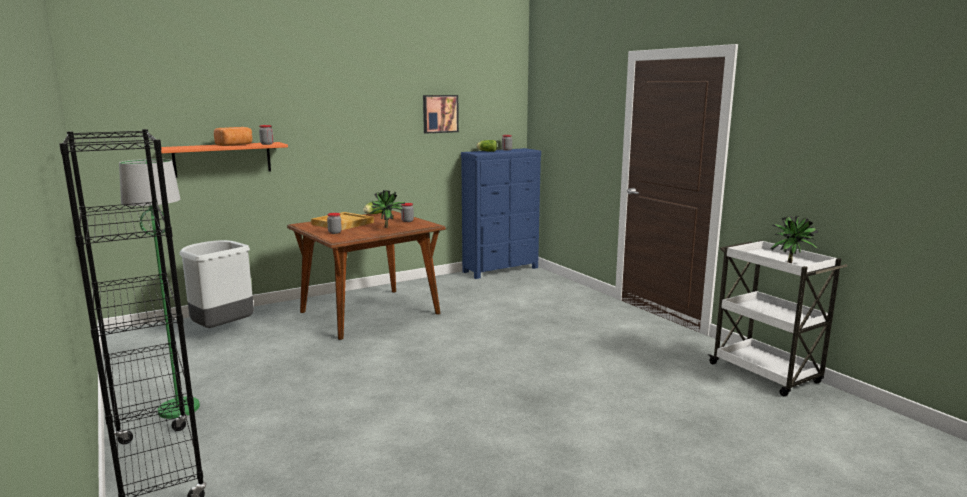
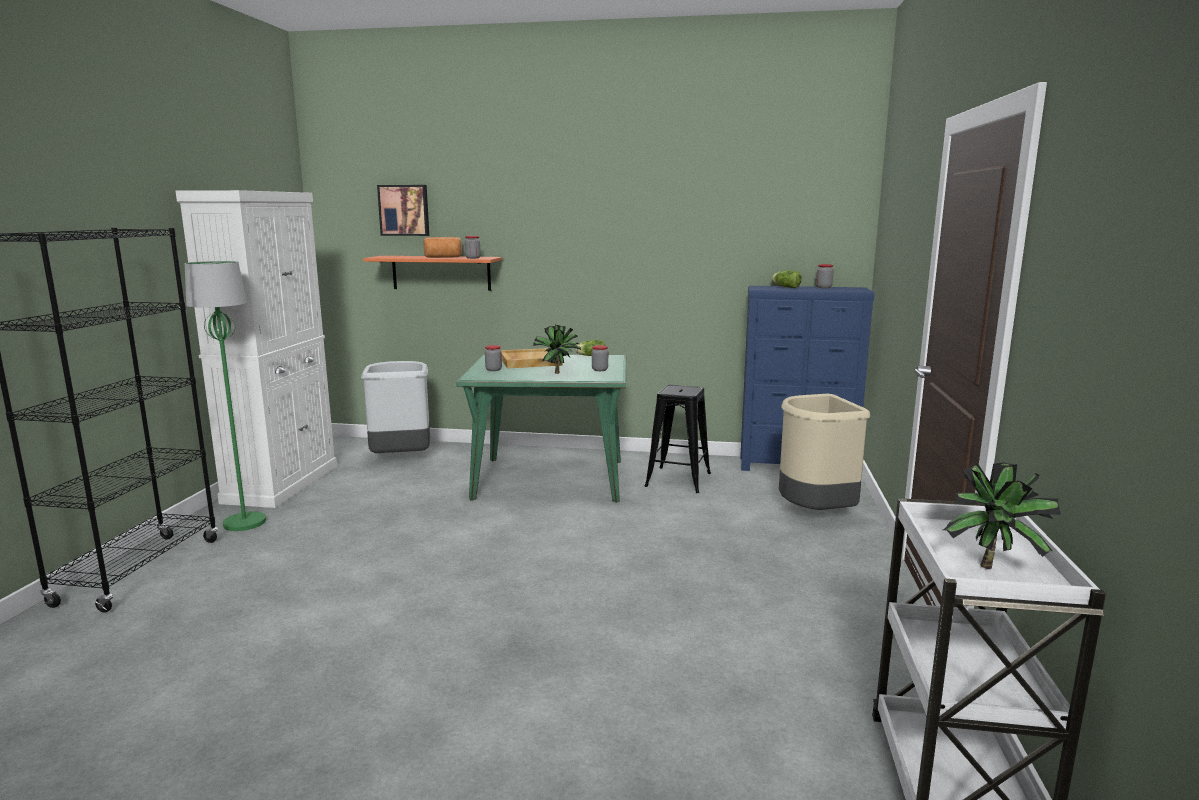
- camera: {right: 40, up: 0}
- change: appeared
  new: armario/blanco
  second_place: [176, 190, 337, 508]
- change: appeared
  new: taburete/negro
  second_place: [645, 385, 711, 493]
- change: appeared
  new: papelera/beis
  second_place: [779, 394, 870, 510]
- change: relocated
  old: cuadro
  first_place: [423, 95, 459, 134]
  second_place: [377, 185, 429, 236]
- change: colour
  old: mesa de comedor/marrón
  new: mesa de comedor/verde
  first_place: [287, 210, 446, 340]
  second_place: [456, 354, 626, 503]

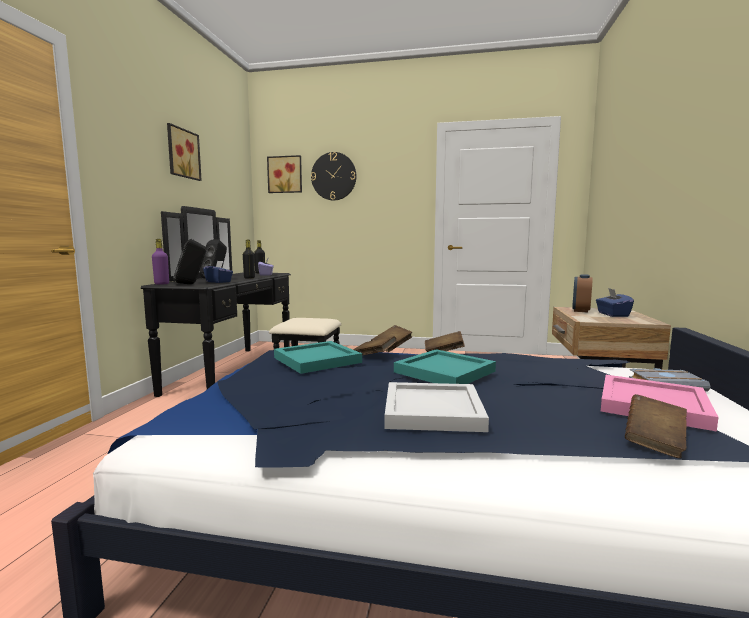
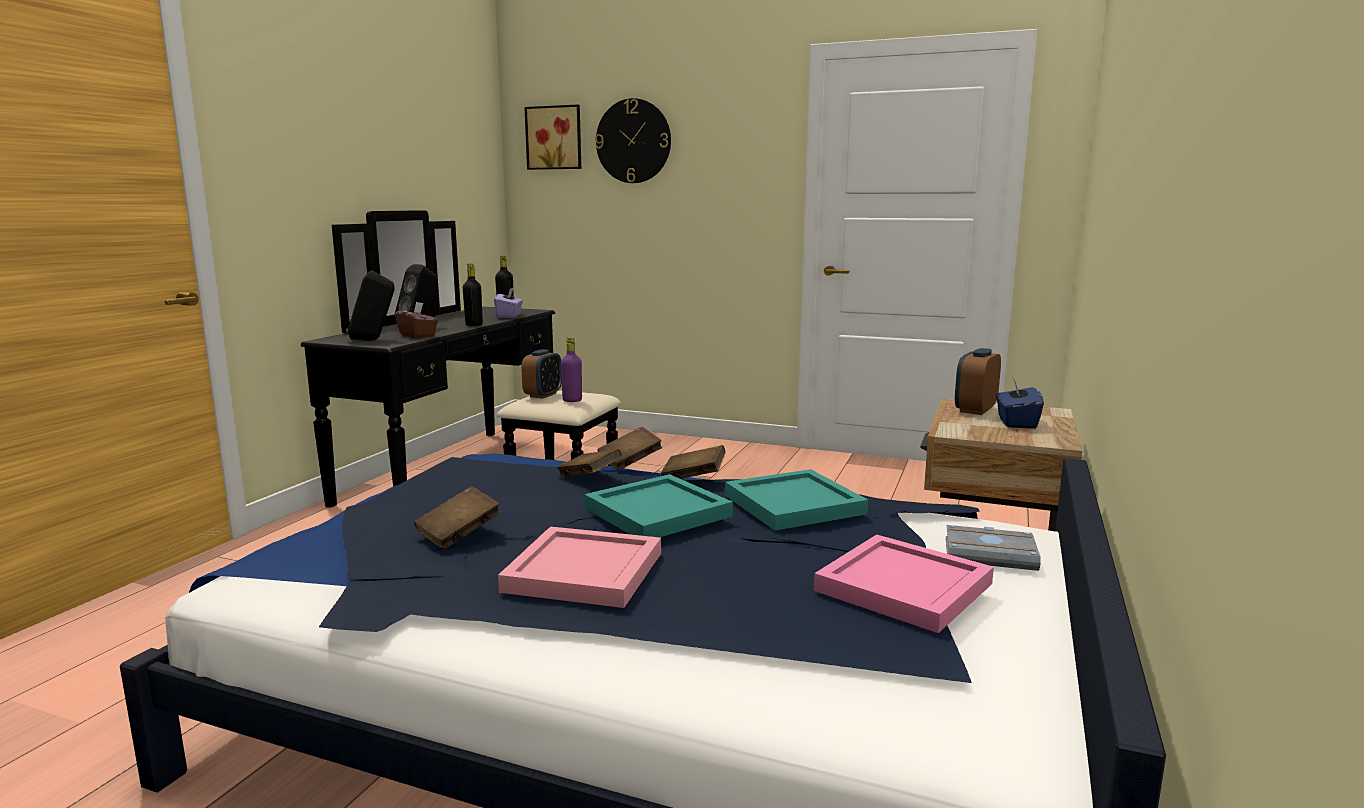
- camera: {right: 10, up: 5}
- change: missing
  old: cuadro
  first_place: [167, 123, 202, 181]
- change: appeared
  new: despertador
  second_place: [521, 349, 562, 399]
- change: relocated
  old: botella/morado
  first_place: [152, 239, 169, 285]
  second_place: [561, 337, 582, 402]
- change: relocated
  old: bandeja/turquesa
  first_place: [274, 341, 362, 374]
  second_place: [725, 469, 868, 530]
- change: relocated
  old: libro/marrón
  first_place: [625, 394, 687, 458]
  second_place: [414, 486, 501, 549]
- change: colour
  old: caja de pañuelos/azul
  new: caja de pañuelos/marrón
  first_place: [203, 261, 233, 283]
  second_place: [395, 301, 438, 338]
- change: colour
  old: bandeja/blanco
  new: bandeja/rosa
  first_place: [385, 382, 489, 432]
  second_place: [498, 526, 661, 608]

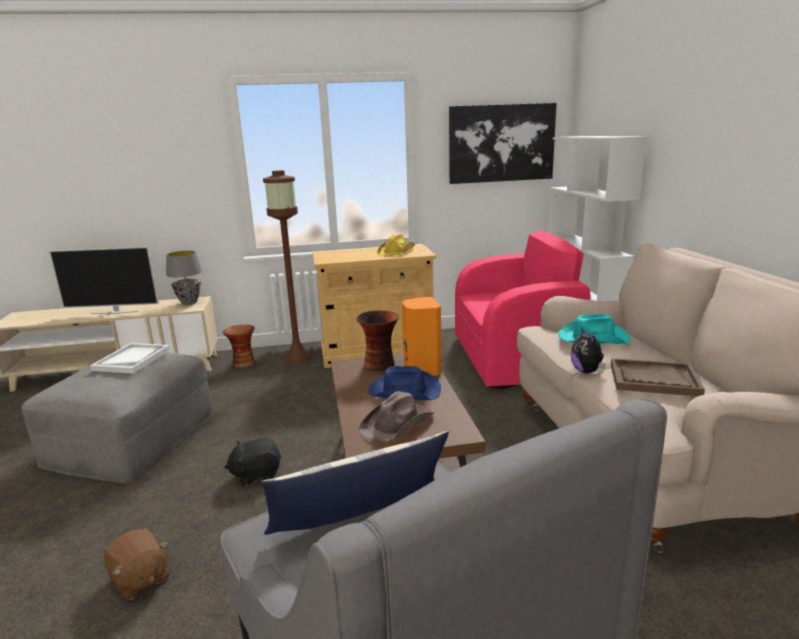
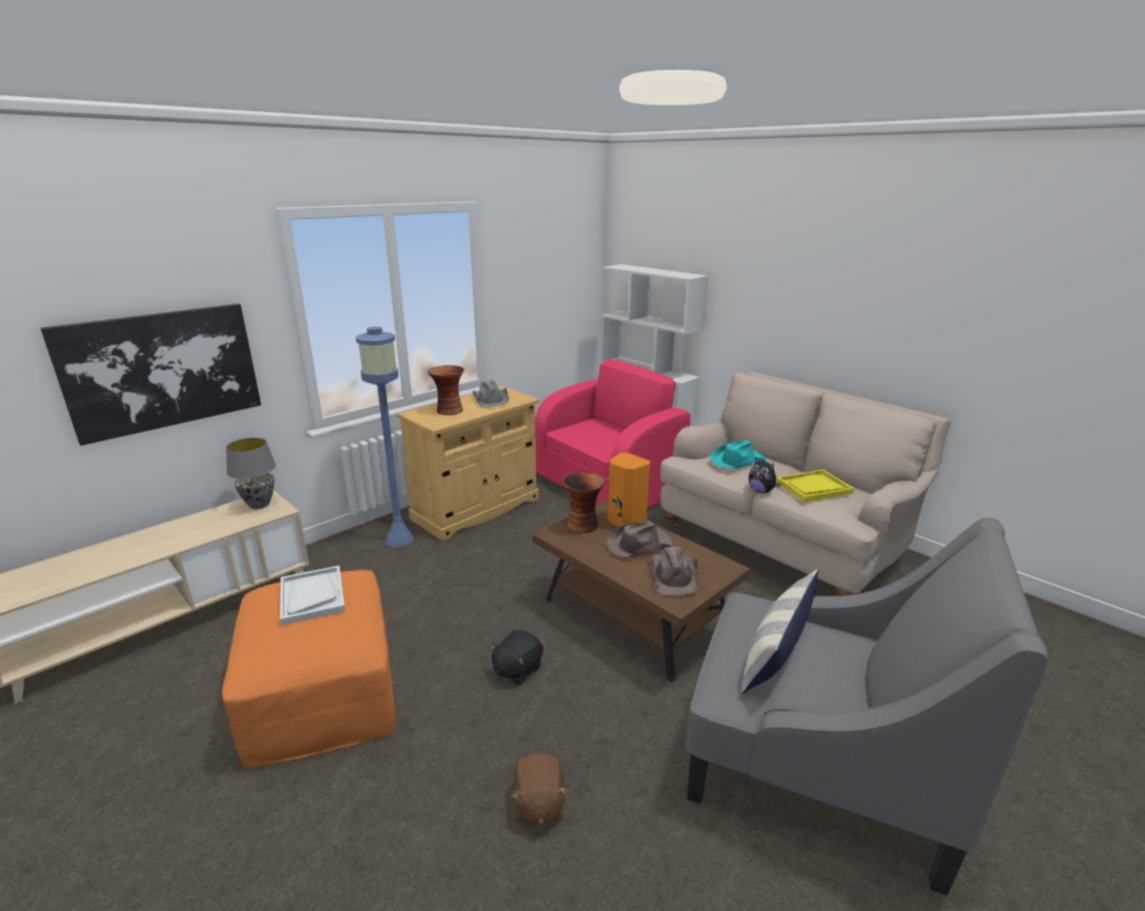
- camera: {right: -35, up: 5}
- change: missing
  old: televisor
  first_place: [49, 247, 159, 314]
- change: relocated
  old: florero
  first_place: [223, 324, 255, 368]
  second_place: [428, 365, 464, 415]
- change: relocated
  old: cuadro
  first_place: [449, 103, 556, 184]
  second_place: [40, 304, 261, 446]
- change: colour
  old: puf/gris
  new: puf/naranja
  first_place: [21, 352, 212, 483]
  second_place: [222, 570, 396, 768]
- change: colour
  old: lámpara de pie/marrón
  new: lámpara de pie/azul
  first_place: [263, 170, 310, 365]
  second_place: [356, 326, 414, 547]
- change: colour
  old: sombrero/azul
  new: sombrero/marrón
  first_place: [368, 366, 441, 400]
  second_place: [606, 521, 673, 558]
- change: colour
  old: sombrero/amarillo
  new: sombrero/gris
  first_place: [377, 234, 415, 255]
  second_place: [473, 380, 509, 408]
- change: colour
  old: bandeja/marrón
  new: bandeja/amarillo
  first_place: [611, 358, 705, 396]
  second_place: [776, 470, 854, 502]
- change: spun
  old: peluche/marrón
  first_place: [104, 528, 169, 601]
  second_place: [511, 753, 569, 826]
  degrees: 75

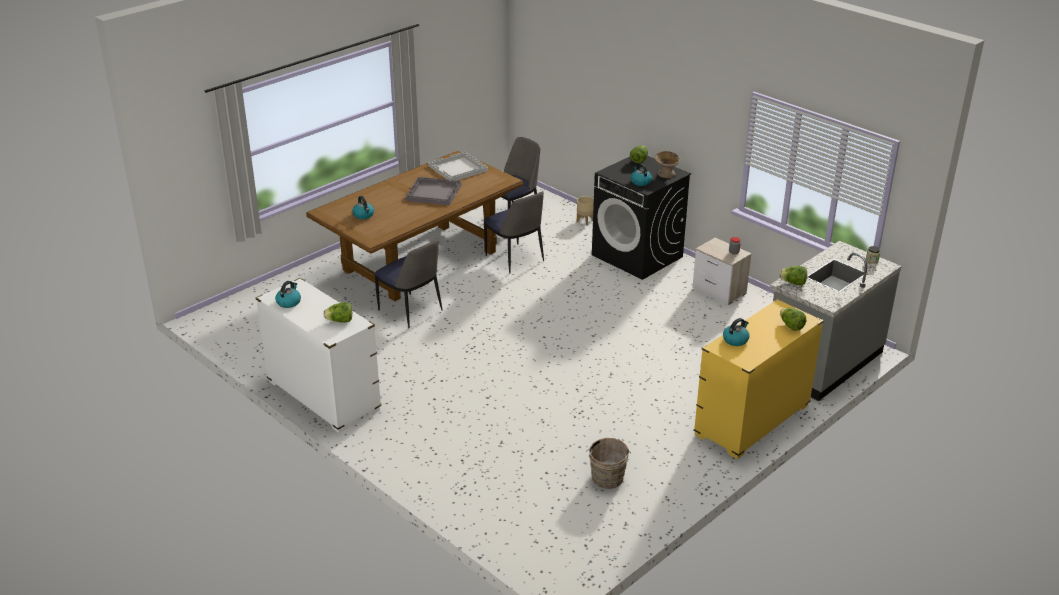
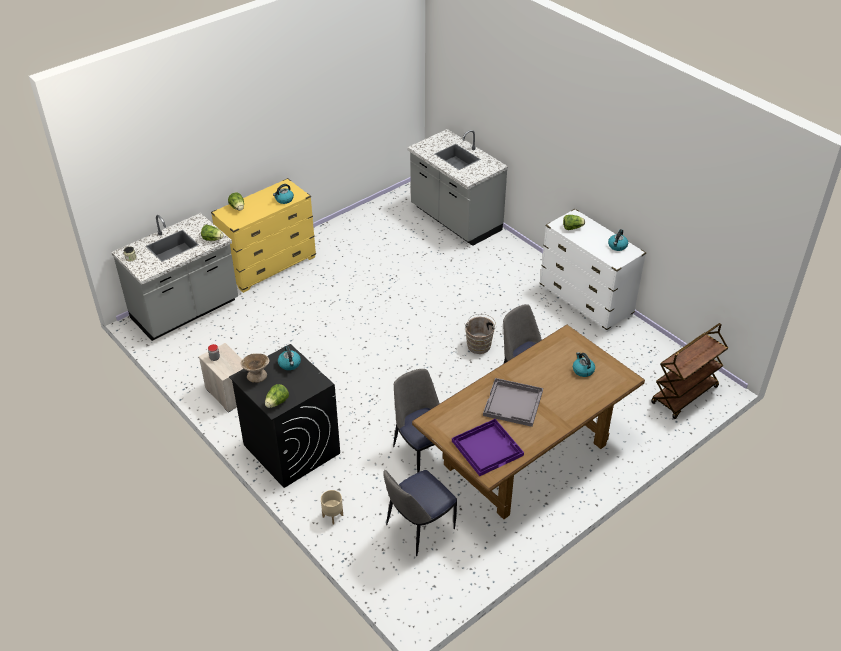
- camera: {right: -175, up: 10}
- change: appeared
  new: mueble bajo de cocina/gris
  second_place: [407, 129, 508, 246]
- change: appeared
  new: carrito/marrón
  second_place: [651, 323, 728, 419]
- change: relocated
  old: cubo/marrón
  first_place: [587, 438, 631, 489]
  second_place: [465, 314, 497, 354]
- change: colour
  old: bandeja/blanco
  new: bandeja/morado
  first_place: [428, 152, 488, 181]
  second_place: [452, 419, 524, 476]

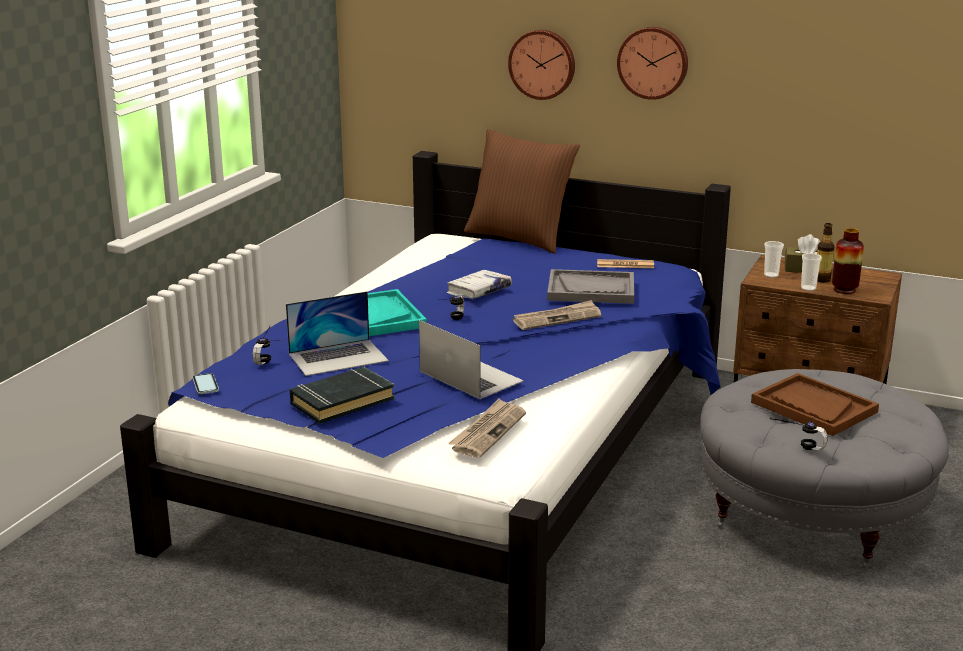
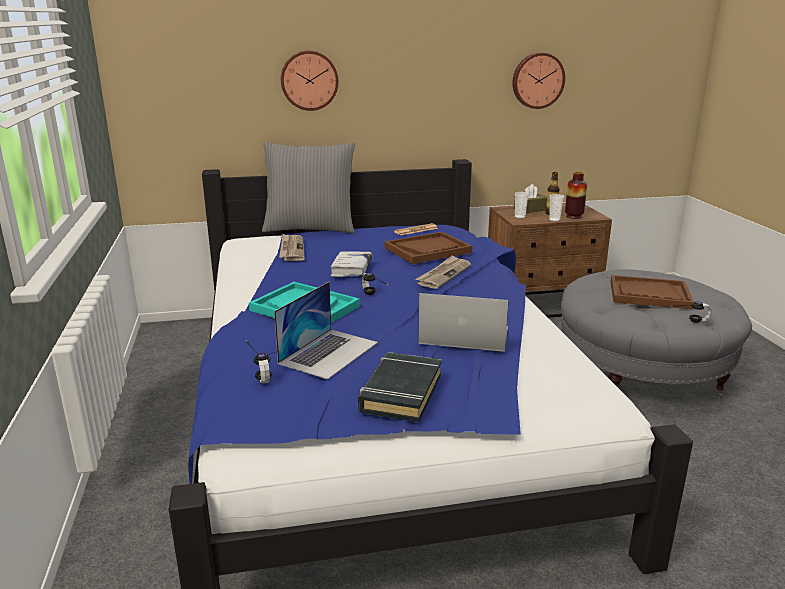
- camera: {right: -35, up: 0}
- change: missing
  old: móvil
  first_place: [192, 373, 219, 394]
- change: relocated
  old: periódico
  first_place: [448, 398, 526, 458]
  second_place: [279, 234, 305, 261]
- change: relocated
  old: reloj de pared
  first_place: [617, 27, 688, 100]
  second_place: [512, 53, 565, 109]
- change: colour
  old: cojín/marrón
  new: cojín/gris
  first_place: [464, 129, 580, 254]
  second_place: [262, 142, 355, 233]
- change: colour
  old: bandeja/gris
  new: bandeja/marrón
  first_place: [547, 269, 634, 304]
  second_place: [385, 232, 472, 264]

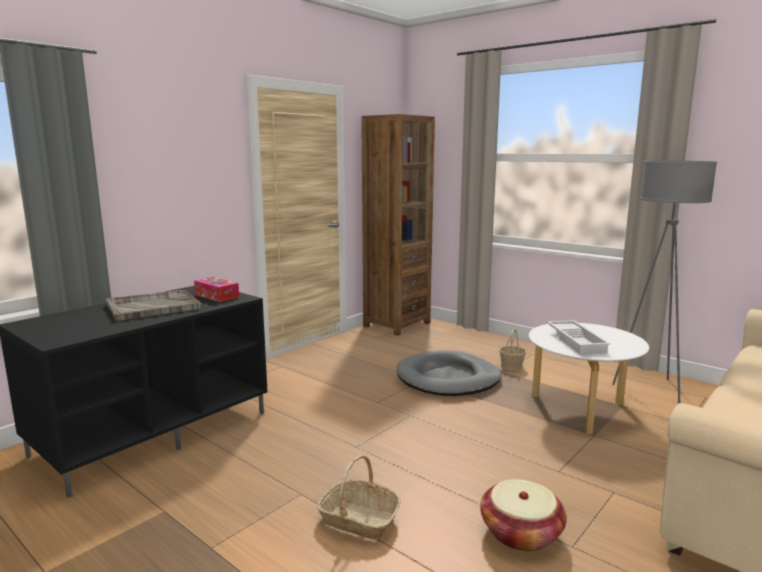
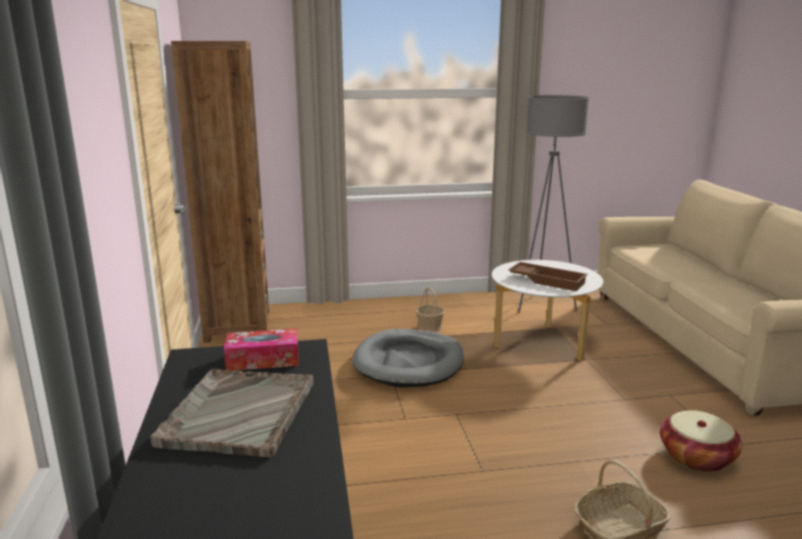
- camera: {right: -50, up: 5}
- change: colour
  old: bandeja/blanco
  new: bandeja/marrón
  first_place: [547, 320, 611, 355]
  second_place: [508, 262, 588, 291]

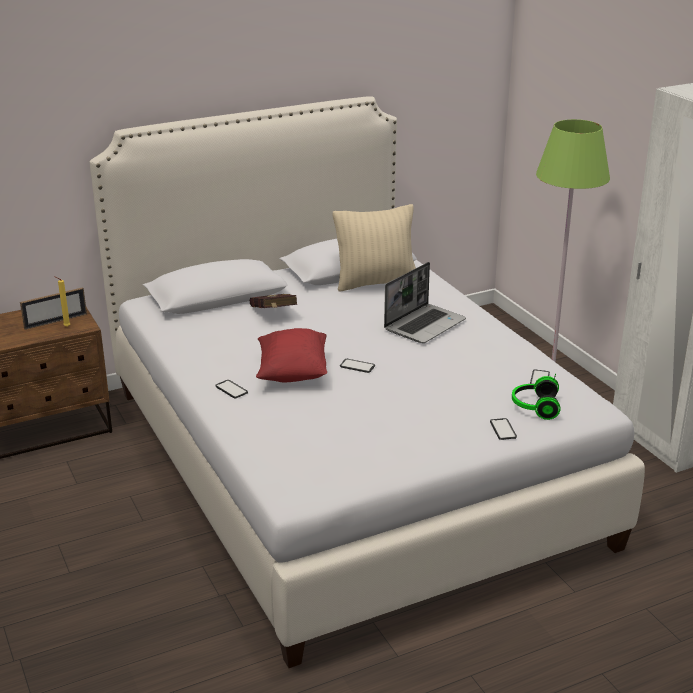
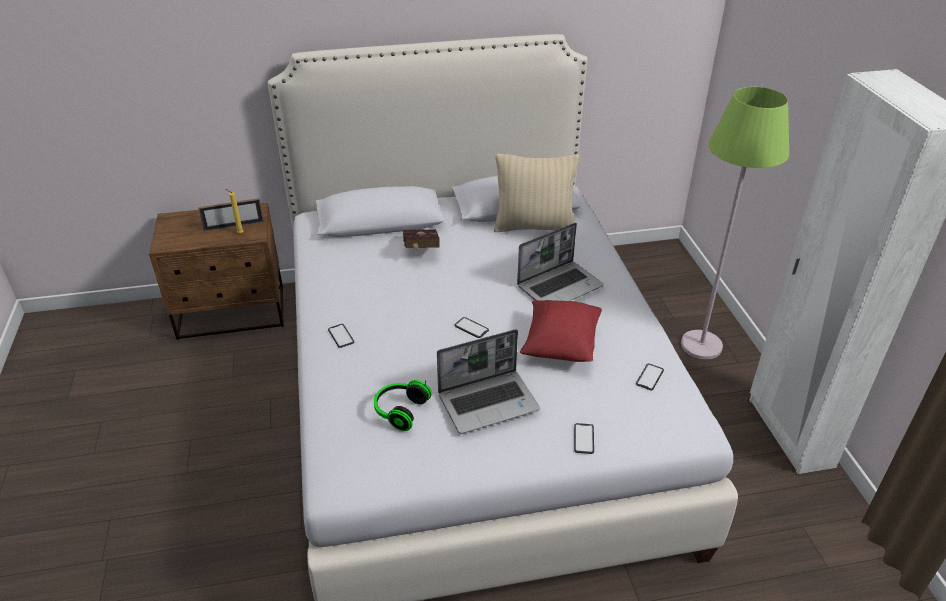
- camera: {right: 15, up: 10}
- change: appeared
  new: portátil
  second_place: [437, 329, 540, 434]
- change: relocated
  old: cojín/rojo
  first_place: [256, 328, 327, 382]
  second_place: [520, 300, 602, 362]
- change: relocated
  old: auriculares
  first_place: [512, 373, 560, 420]
  second_place: [374, 380, 432, 431]

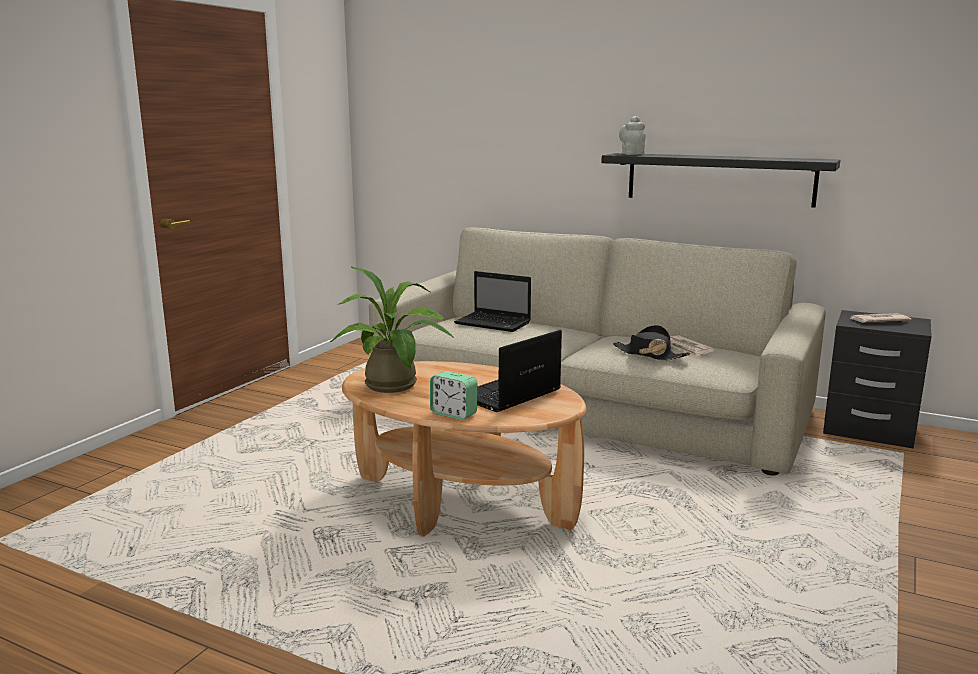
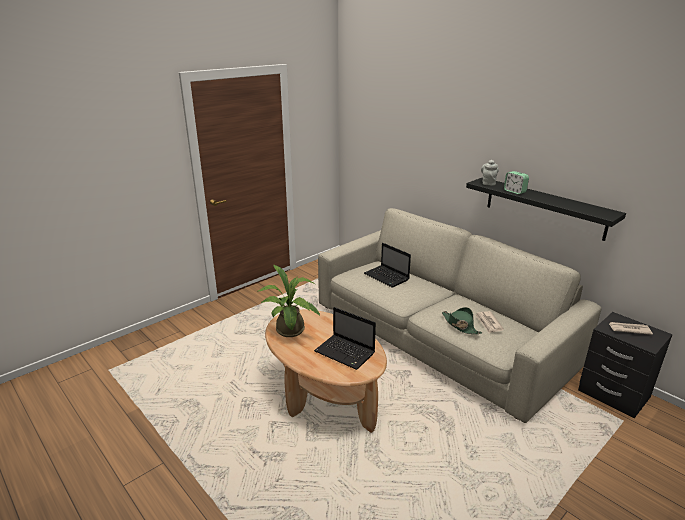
- camera: {right: 20, up: 10}
- change: relocated
  old: despertador
  first_place: [430, 371, 478, 420]
  second_place: [504, 171, 529, 194]
- change: colour
  old: sombrero/negro
  new: sombrero/verde
  first_place: [613, 325, 690, 361]
  second_place: [442, 307, 482, 334]
- change: spun
  old: portátil
  first_place: [477, 330, 562, 412]
  second_place: [314, 307, 376, 370]
  degrees: -120

